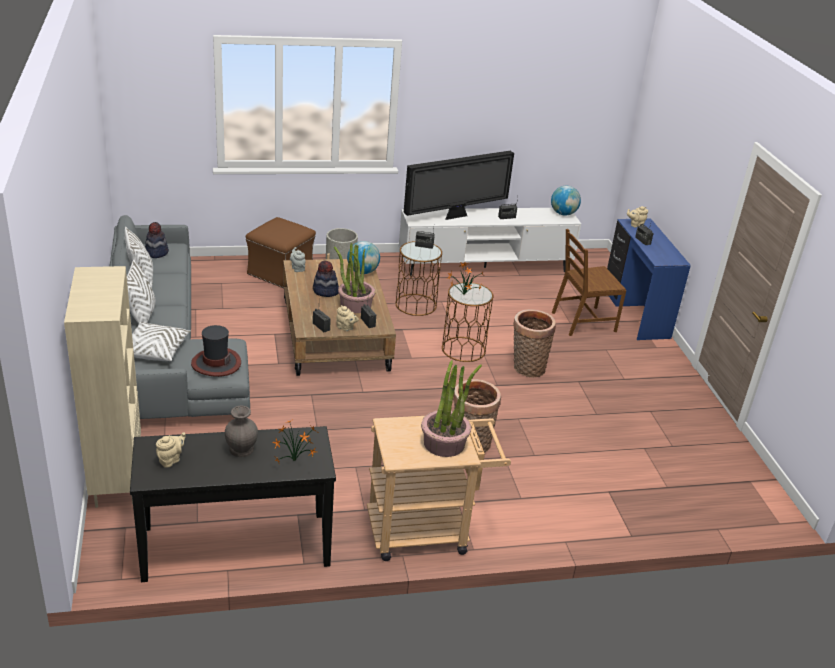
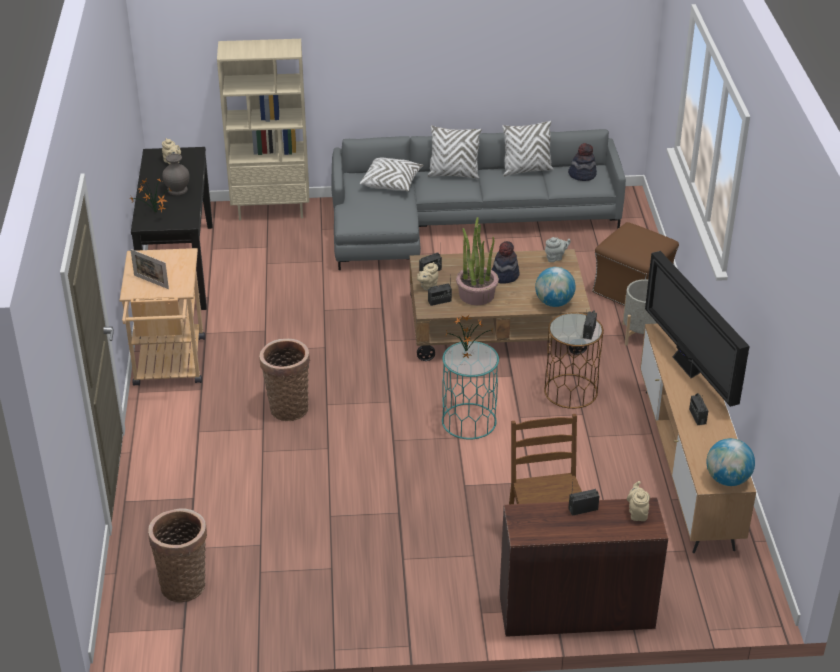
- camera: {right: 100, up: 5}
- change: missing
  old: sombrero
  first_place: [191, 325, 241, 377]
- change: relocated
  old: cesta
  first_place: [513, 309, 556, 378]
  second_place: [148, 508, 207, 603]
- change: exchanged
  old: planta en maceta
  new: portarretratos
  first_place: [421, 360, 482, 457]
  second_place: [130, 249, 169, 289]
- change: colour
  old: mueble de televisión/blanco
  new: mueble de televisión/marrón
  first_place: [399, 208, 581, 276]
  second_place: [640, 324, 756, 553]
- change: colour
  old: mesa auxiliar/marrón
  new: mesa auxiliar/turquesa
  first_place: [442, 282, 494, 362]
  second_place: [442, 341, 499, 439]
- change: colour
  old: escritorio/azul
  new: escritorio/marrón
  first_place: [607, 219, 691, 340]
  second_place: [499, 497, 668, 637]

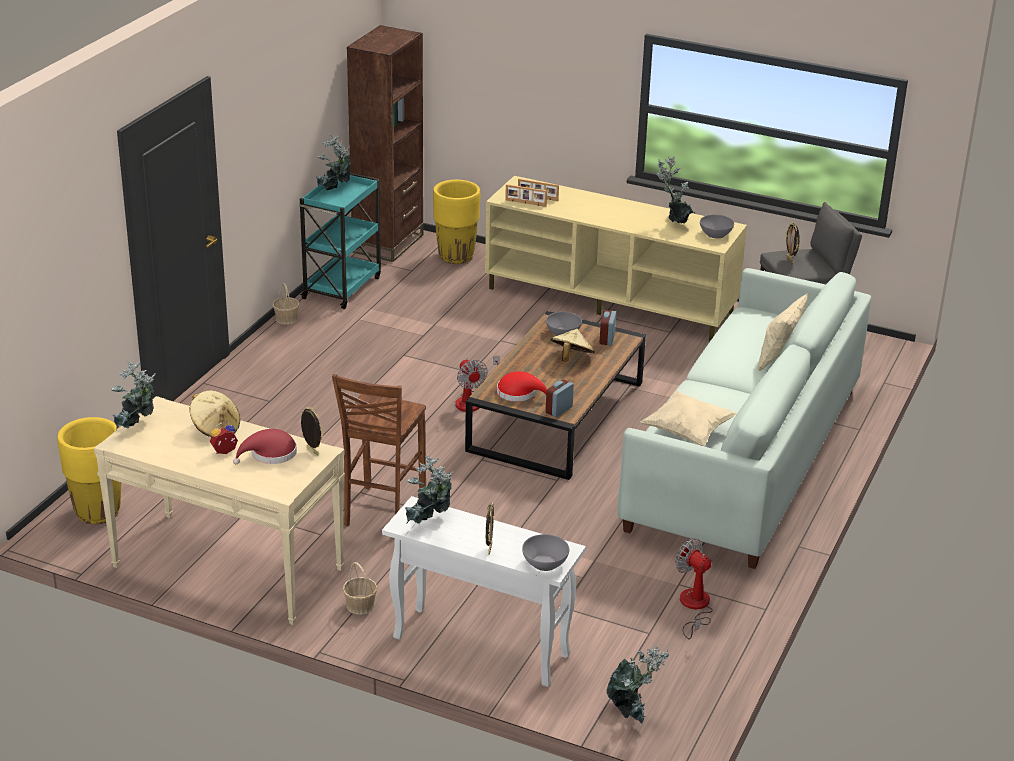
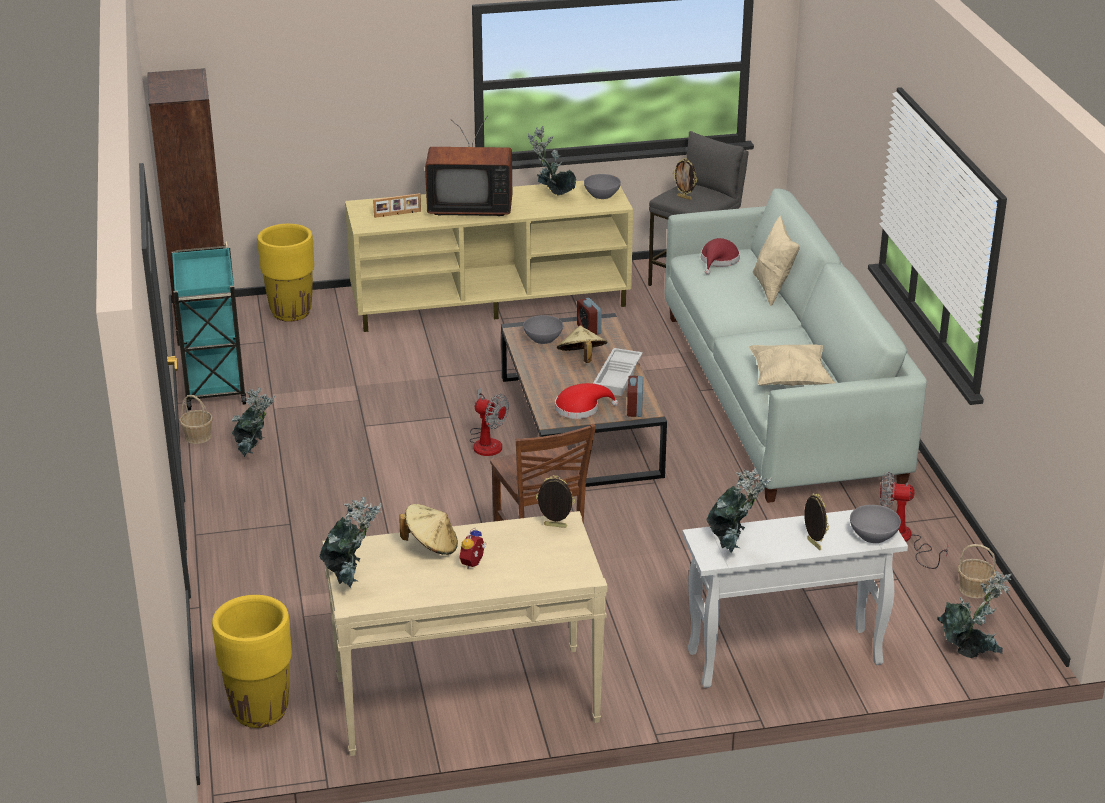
- camera: {right: -35, up: 0}
- change: missing
  old: portarretratos
  first_place: [505, 184, 547, 207]
- change: appeared
  new: televisor
  second_place: [425, 116, 512, 216]
- change: appeared
  new: bandeja/blanco
  second_place: [593, 348, 643, 396]
- change: relocated
  old: sombrero/rojo
  first_place: [233, 429, 297, 464]
  second_place: [701, 238, 740, 275]
- change: relocated
  old: planta en maceta
  first_place: [316, 134, 351, 190]
  second_place: [231, 388, 275, 457]
- change: relocated
  old: cesta
  first_place: [343, 562, 378, 615]
  second_place: [958, 544, 996, 598]

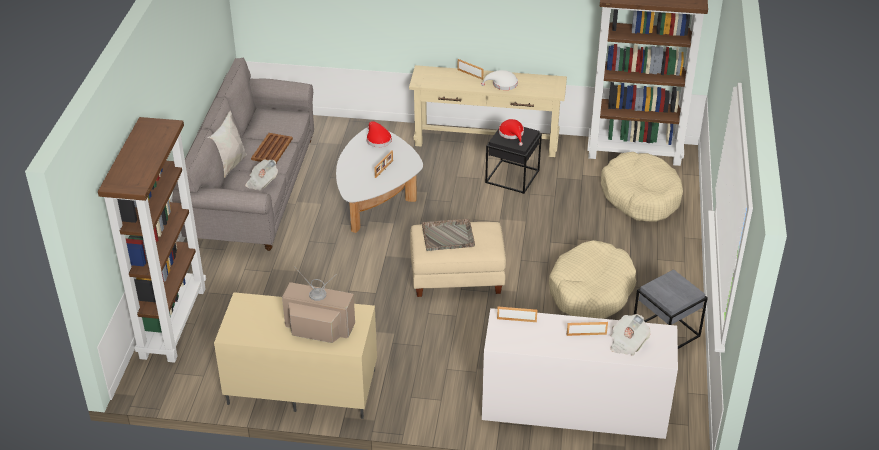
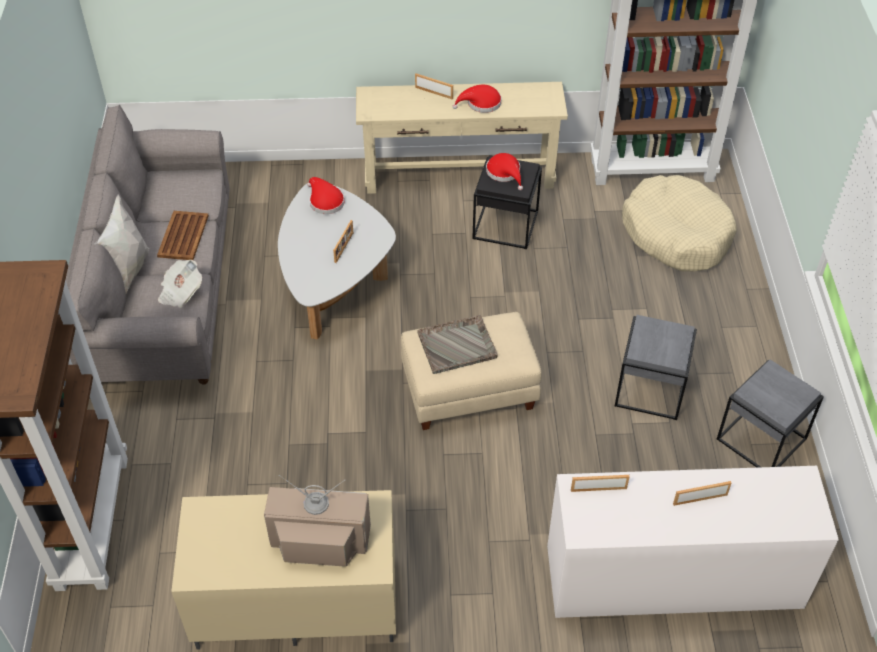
- camera: {right: -10, up: 10}
- change: missing
  old: periódico
  first_place: [610, 314, 650, 355]
- change: exchanged
  old: cama para perro/beis
  new: mesa auxiliar/gris
  first_place: [549, 240, 636, 319]
  second_place: [615, 315, 697, 420]
- change: colour
  old: sombrero/blanco
  new: sombrero/rojo
  first_place: [481, 70, 518, 90]
  second_place: [453, 85, 501, 113]

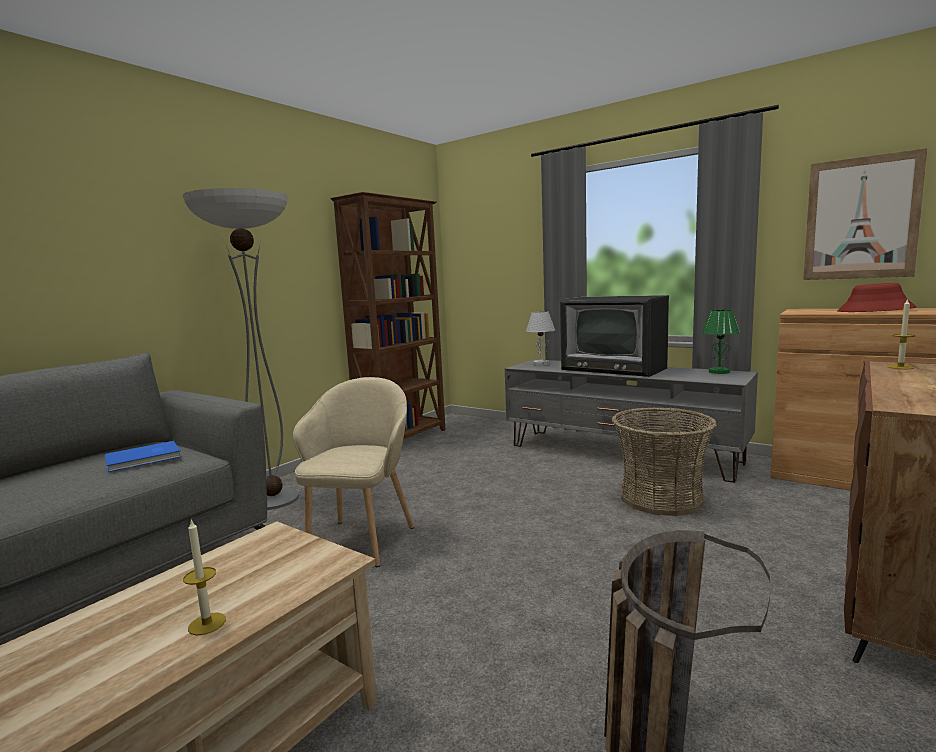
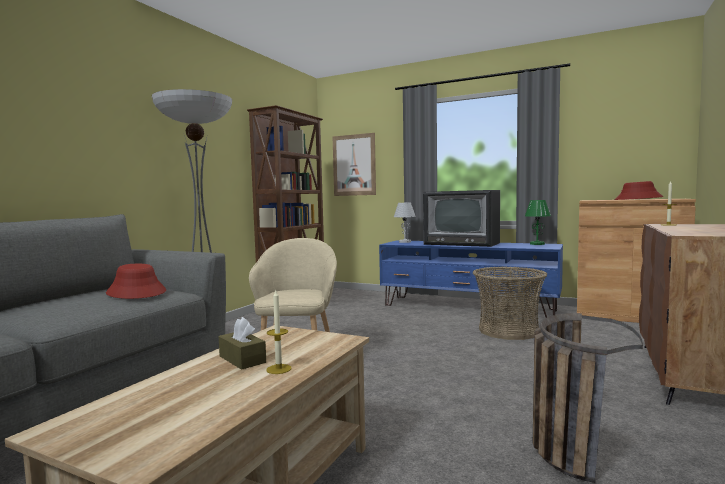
- camera: {right: -10, up: -5}
- change: appeared
  new: caja de pañuelos/marrón
  second_place: [219, 317, 266, 370]
- change: relocated
  old: cuadro
  first_place: [803, 148, 927, 280]
  second_place: [333, 133, 376, 196]
- change: exchanged
  old: libro/azul
  new: sombrero/rojo
  first_place: [105, 441, 181, 472]
  second_place: [106, 264, 166, 299]
- change: colour
  old: mueble de televisión/gris
  new: mueble de televisión/azul
  first_place: [505, 359, 758, 483]
  second_place: [379, 240, 563, 318]

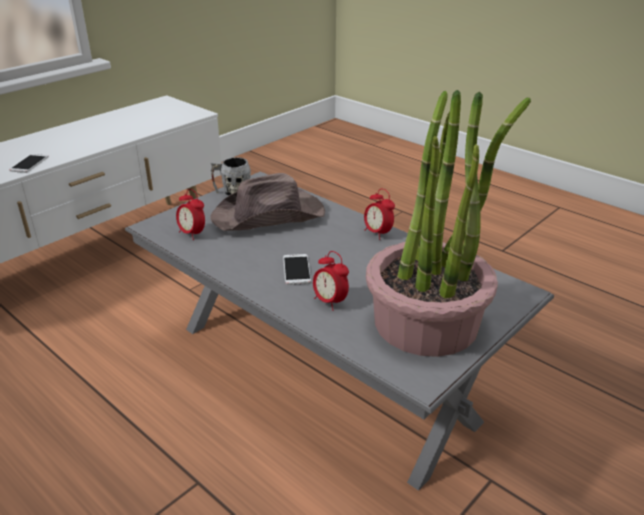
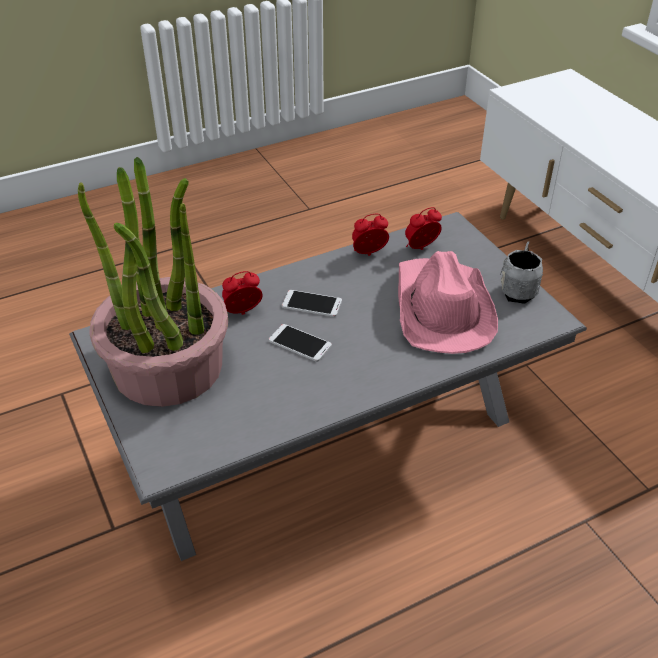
- camera: {right: 110, up: 10}
- change: relocated
  old: móvil
  first_place: [9, 154, 49, 173]
  second_place: [268, 324, 332, 362]
- change: relocated
  old: despertador
  first_place: [364, 189, 395, 240]
  second_place: [352, 214, 389, 256]
- change: colour
  old: sombrero/marrón
  new: sombrero/rosa
  first_place: [210, 173, 325, 231]
  second_place: [398, 251, 498, 354]

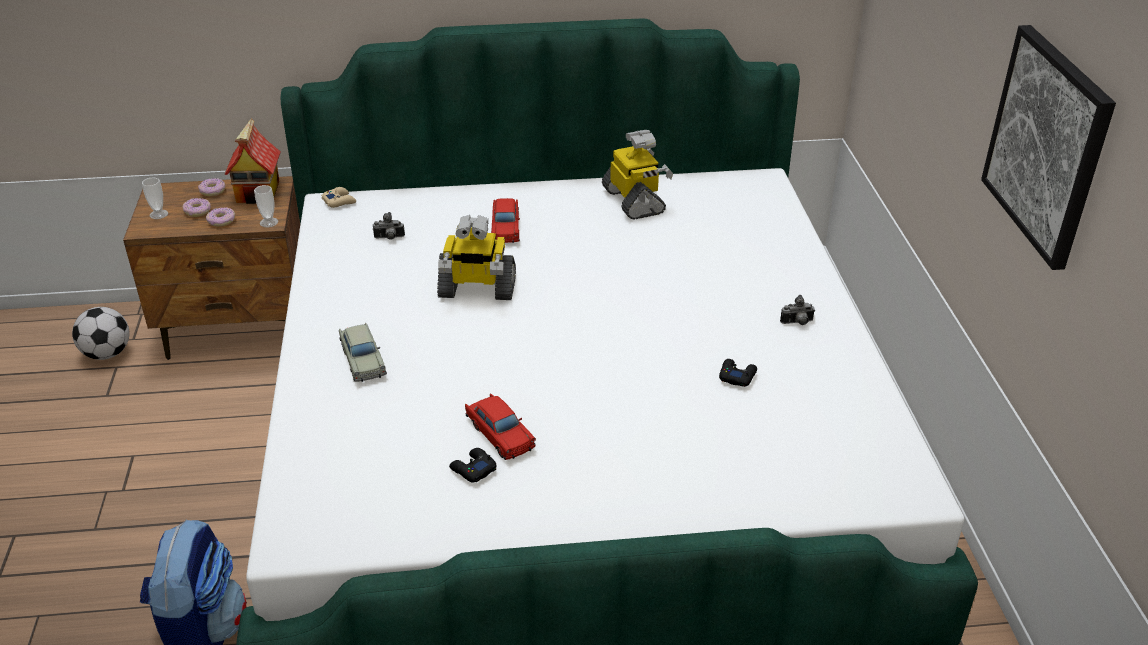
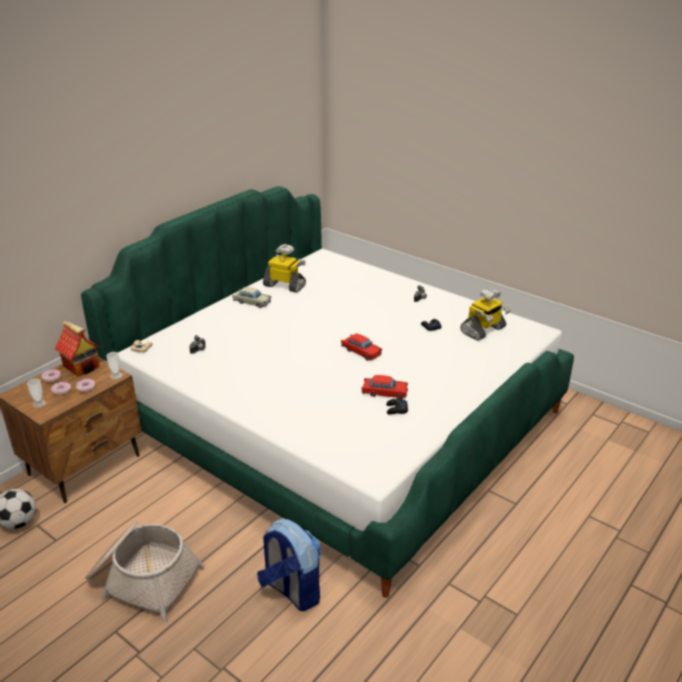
- camera: {right: -45, up: -5}
- change: missing
  old: cuadro
  first_place: [981, 25, 1116, 270]
- change: appeared
  new: cesta
  second_place: [85, 521, 205, 622]
- change: relocated
  old: coche de juguete/beis
  first_place: [339, 323, 387, 382]
  second_place: [232, 287, 271, 308]
- change: relocated
  old: robot de juguete
  first_place: [437, 215, 516, 300]
  second_place: [460, 288, 511, 341]
- change: relocated
  old: coche de juguete/rojo
  first_place: [491, 198, 520, 243]
  second_place: [341, 333, 382, 361]

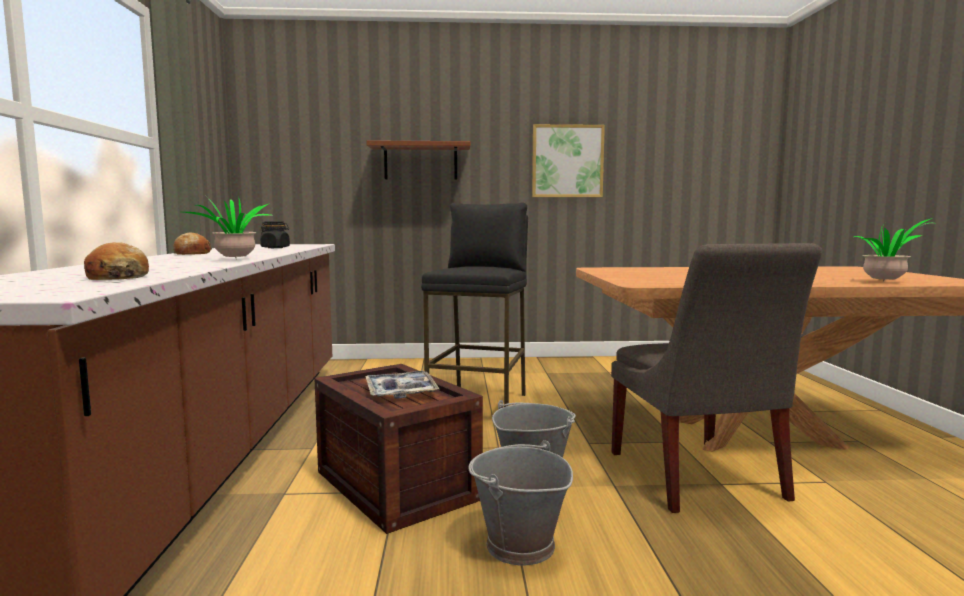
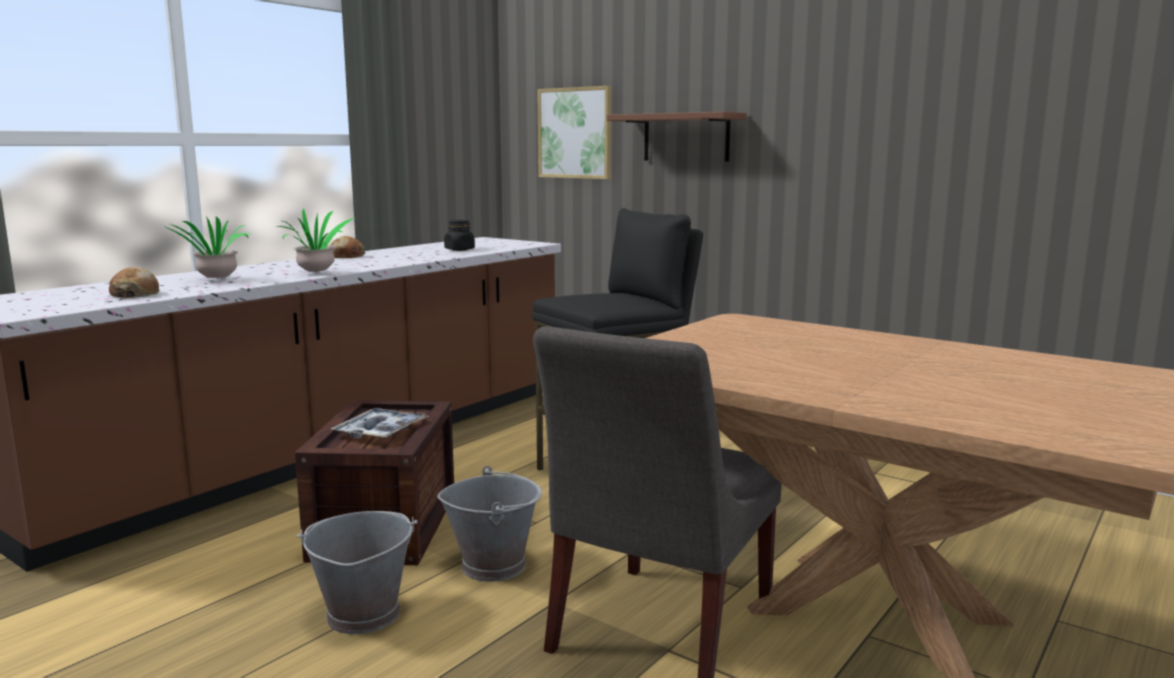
- camera: {right: 40, up: 5}
- change: relocated
  old: cuadro
  first_place: [532, 124, 605, 197]
  second_place: [537, 86, 611, 179]
- change: relocated
  old: planta en maceta
  first_place: [854, 218, 932, 281]
  second_place: [163, 216, 249, 280]

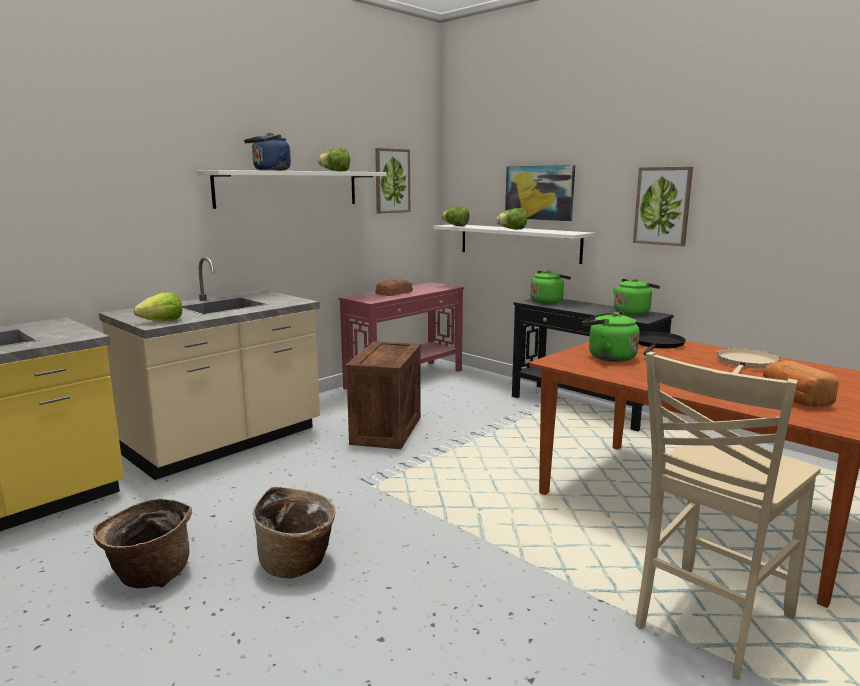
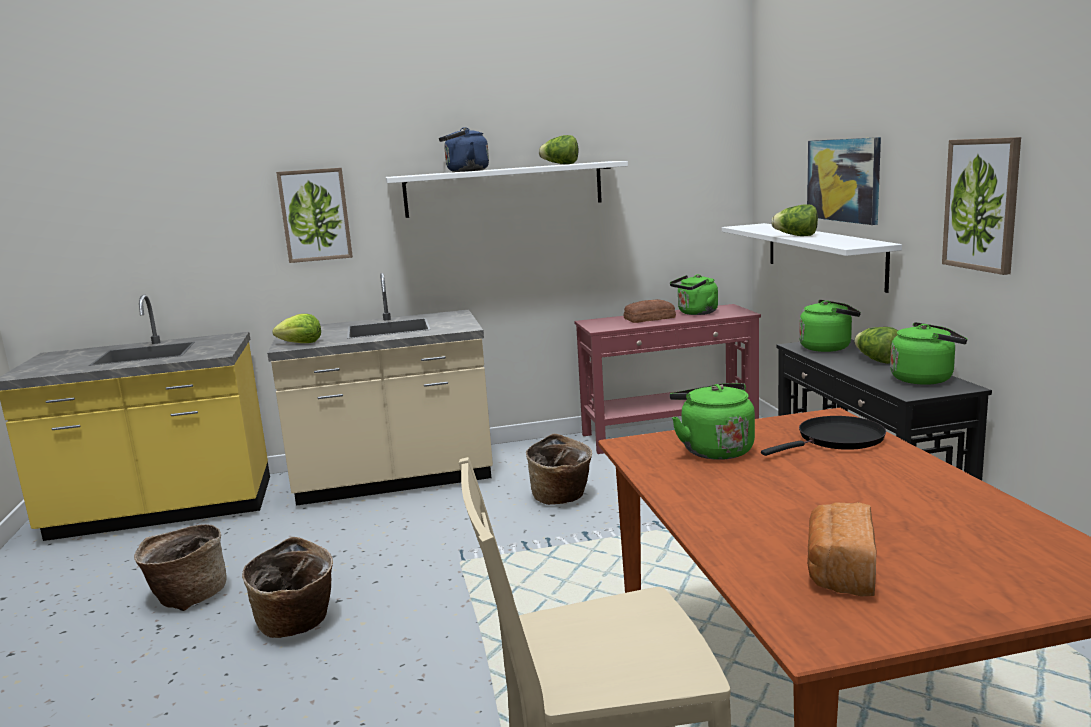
- camera: {right: 35, up: 0}
- change: missing
  old: sartén/beis
  first_place: [717, 348, 780, 374]
- change: appeared
  new: hervidor/verde
  second_place: [670, 274, 718, 315]
- change: relocated
  old: cuadro
  first_place: [375, 148, 410, 214]
  second_place: [276, 168, 353, 263]
- change: relocated
  old: lechuga
  first_place: [442, 206, 469, 226]
  second_place: [854, 327, 898, 364]
- change: exchanged
  old: caja de embalaje
  new: cesta
  first_place: [345, 341, 421, 449]
  second_place: [526, 434, 592, 505]

